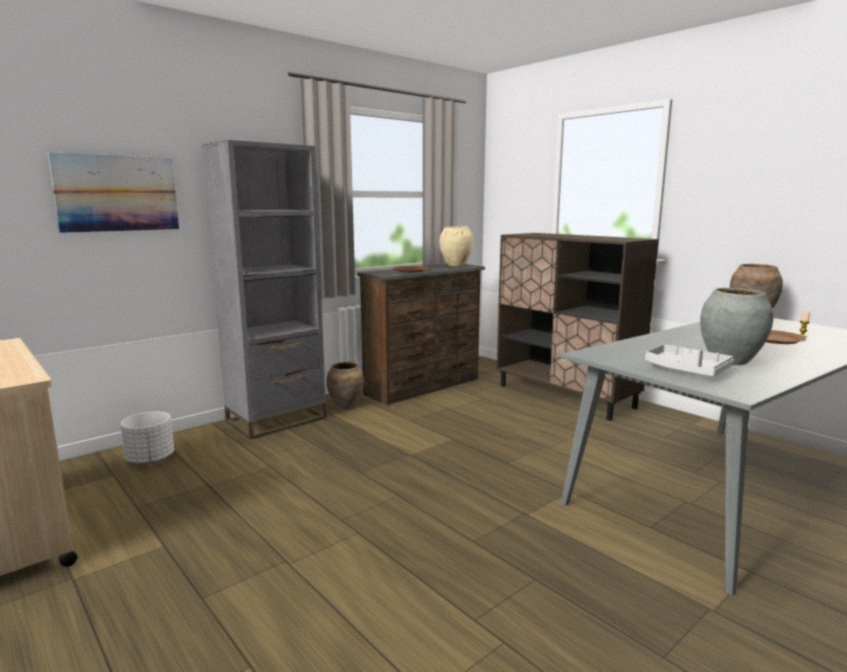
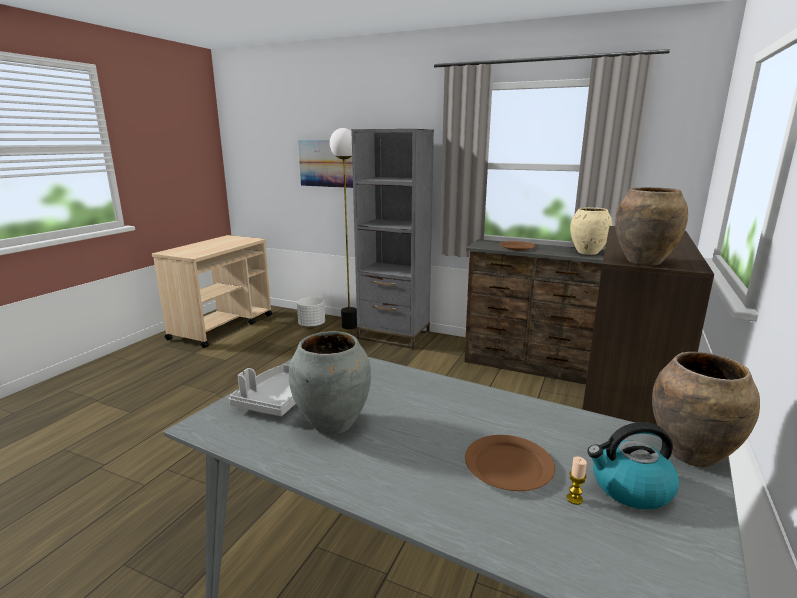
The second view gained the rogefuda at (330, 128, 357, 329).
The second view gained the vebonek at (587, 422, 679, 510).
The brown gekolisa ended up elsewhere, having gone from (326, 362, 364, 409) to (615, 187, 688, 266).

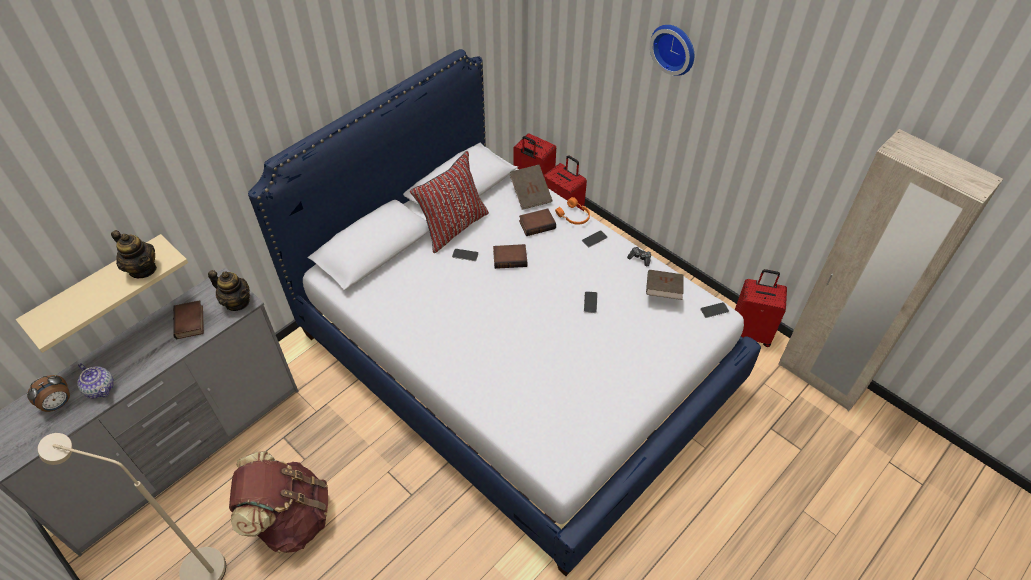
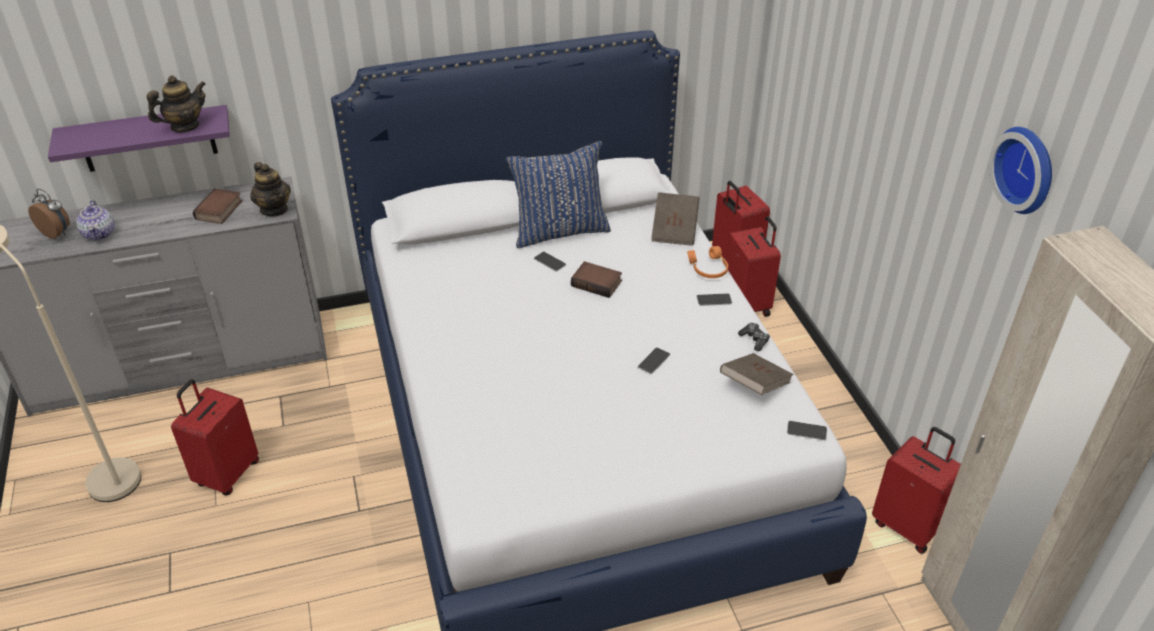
The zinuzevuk at (27, 375, 70, 412) ended up facing another way, 135 degrees counterclockwise from before.
What was the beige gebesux at (16, 234, 188, 353) turned into the purple gebesux at (48, 105, 230, 172).
The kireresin at (111, 230, 157, 278) ended up facing another way, 105 degrees counterclockwise from before.
Where the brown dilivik stood at (229, 451, 328, 553), the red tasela came to stand at (171, 379, 259, 495).
What was the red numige at (410, 151, 489, 253) turned into the blue numige at (506, 141, 611, 248).
The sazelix ended up elsewhere, having gone from (650, 25, 694, 76) to (989, 127, 1052, 214).
The second view lost the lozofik at (519, 209, 556, 236).

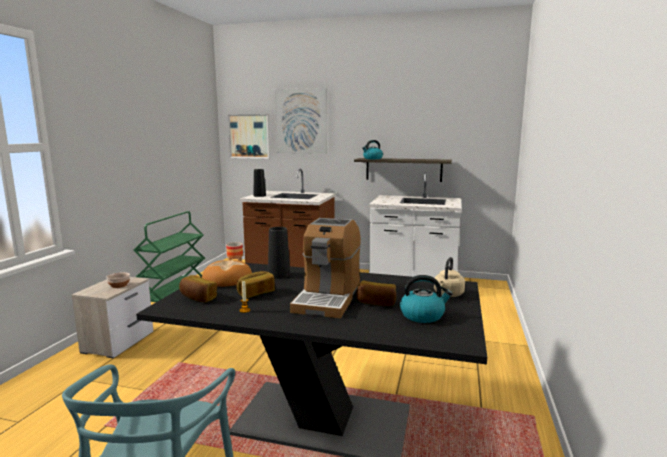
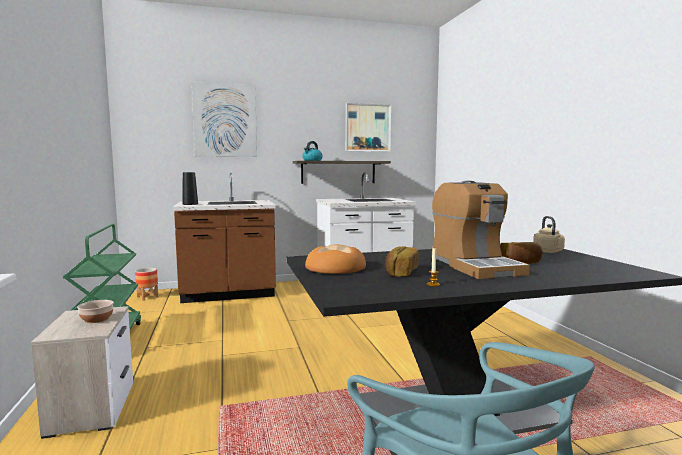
The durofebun ended up elsewhere, having gone from (228, 114, 270, 159) to (346, 103, 391, 152).
The second view lost the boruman at (179, 275, 217, 302).
The second view lost the black gekolisa at (268, 227, 291, 279).
The second view lost the vebonek at (400, 275, 453, 323).

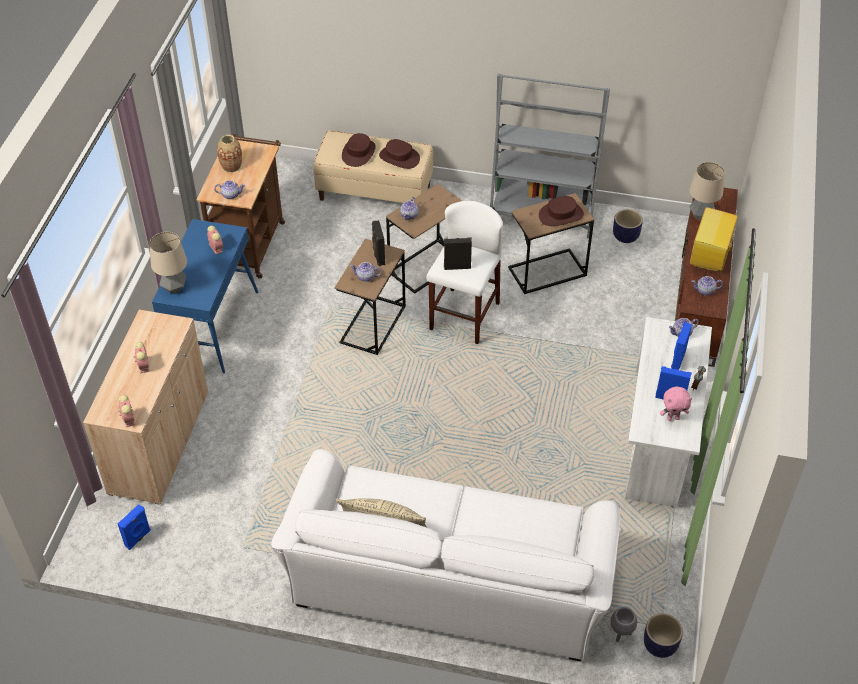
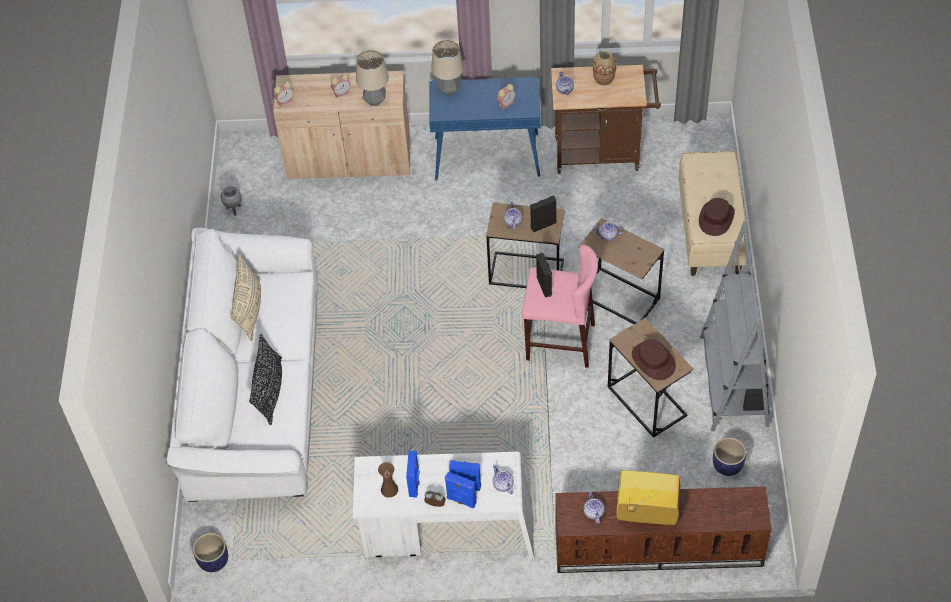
The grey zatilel ended up elsewhere, having gone from (611, 607, 637, 642) to (221, 186, 242, 216).
The second view gained the black numige at (249, 334, 282, 426).
The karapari ended up elsewhere, having gone from (689, 162, 725, 221) to (356, 50, 389, 106).
Where the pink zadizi stood at (660, 386, 692, 421), the brown gekolisa came to stand at (378, 462, 398, 498).
The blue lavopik ended up elsewhere, having gone from (118, 504, 151, 550) to (445, 472, 477, 508).
What was the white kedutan at (426, 201, 503, 344) turned into the pink kedutan at (522, 245, 598, 368).
The second view lost the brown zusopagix at (342, 133, 376, 167).

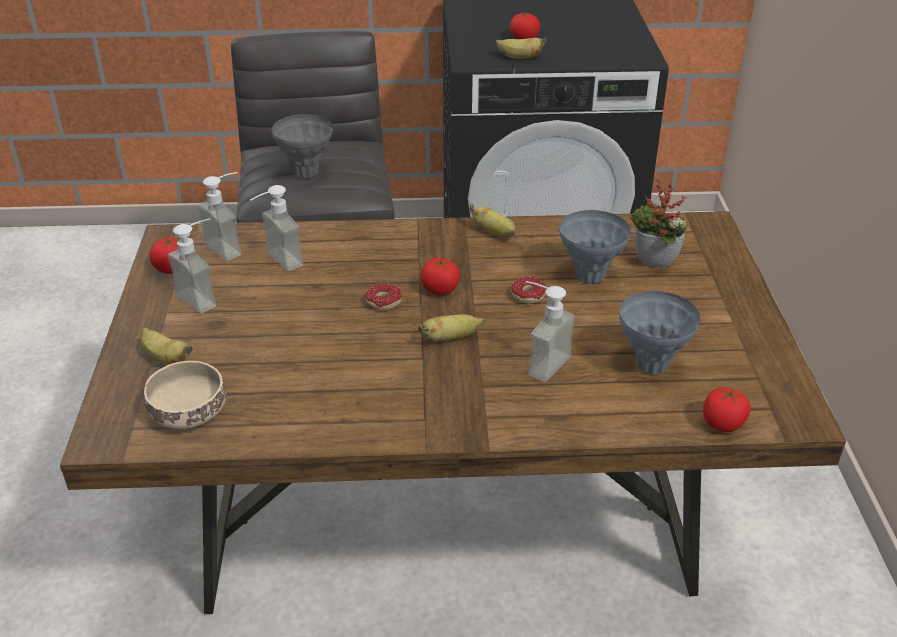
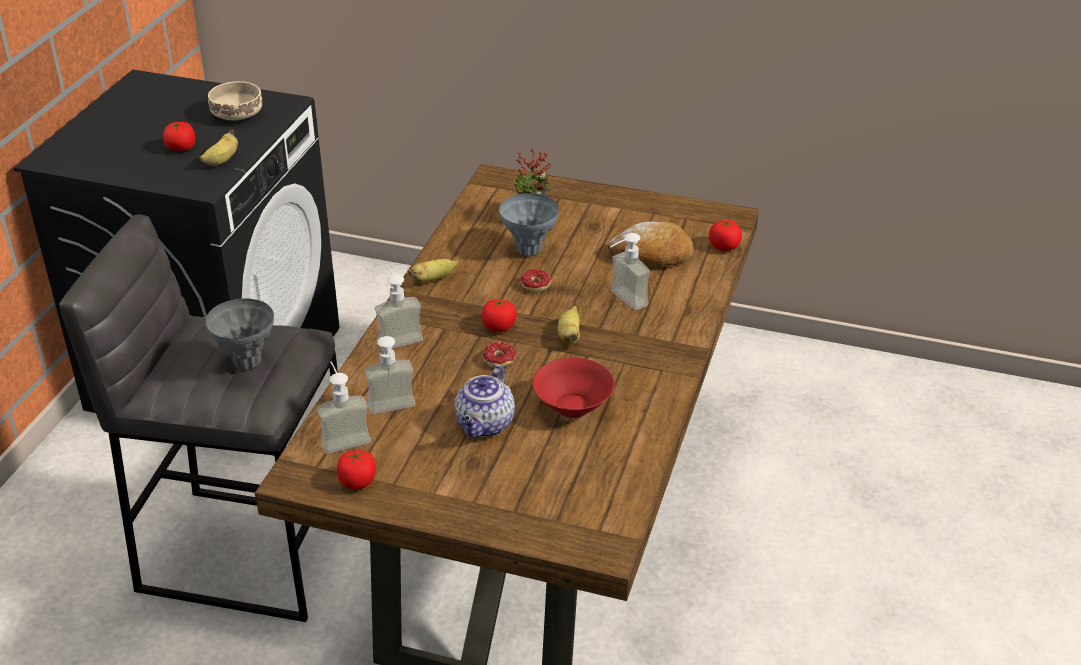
The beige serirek ended up elsewhere, having gone from (144, 361, 226, 429) to (208, 81, 263, 120).
The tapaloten ended up elsewhere, having gone from (168, 218, 216, 313) to (375, 265, 423, 349).
The second view gained the kireresin at (455, 365, 515, 438).
The second view gained the red serirek at (532, 358, 615, 418).
Where the grey gekolisa stood at (619, 291, 700, 375), the boruman came to stand at (607, 222, 694, 267).
The second view lost the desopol at (141, 327, 193, 365).

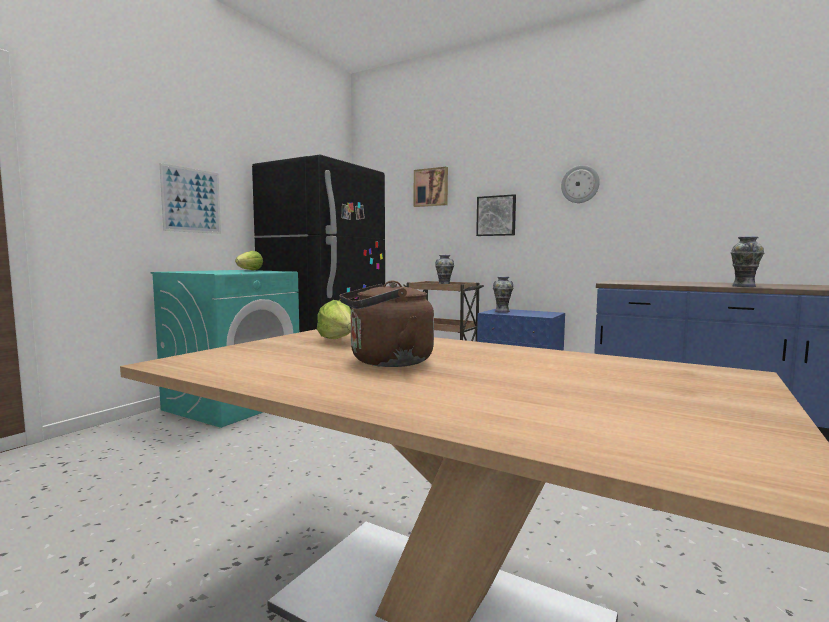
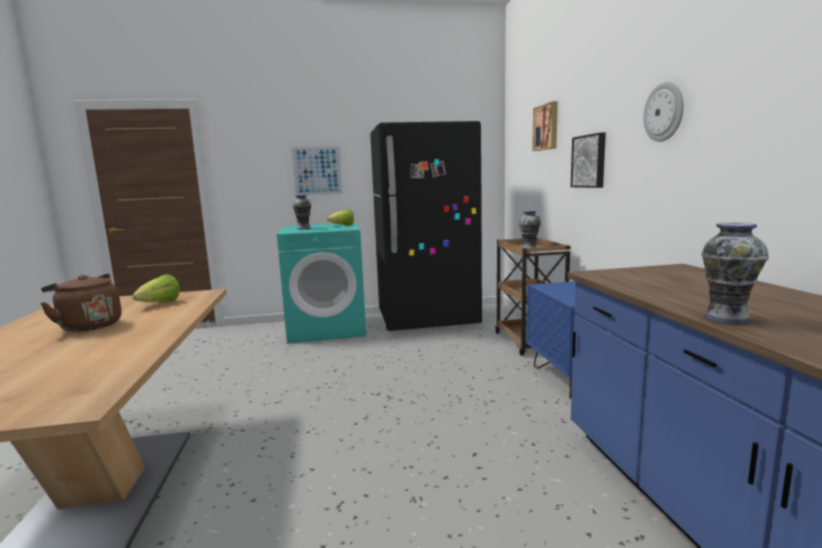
The gekolisa ended up elsewhere, having gone from (493, 276, 514, 313) to (292, 194, 311, 230).

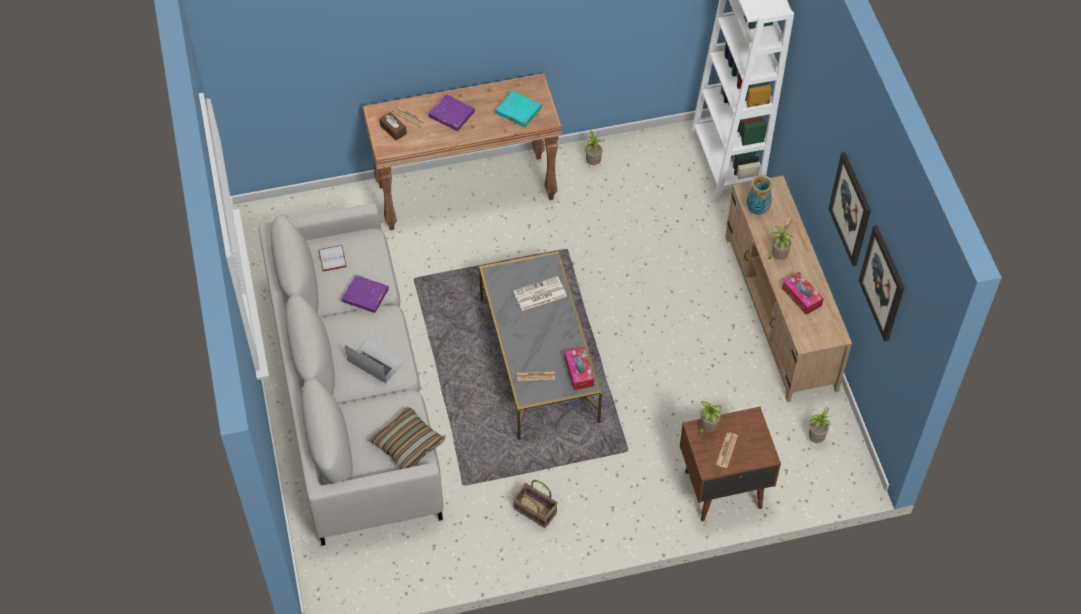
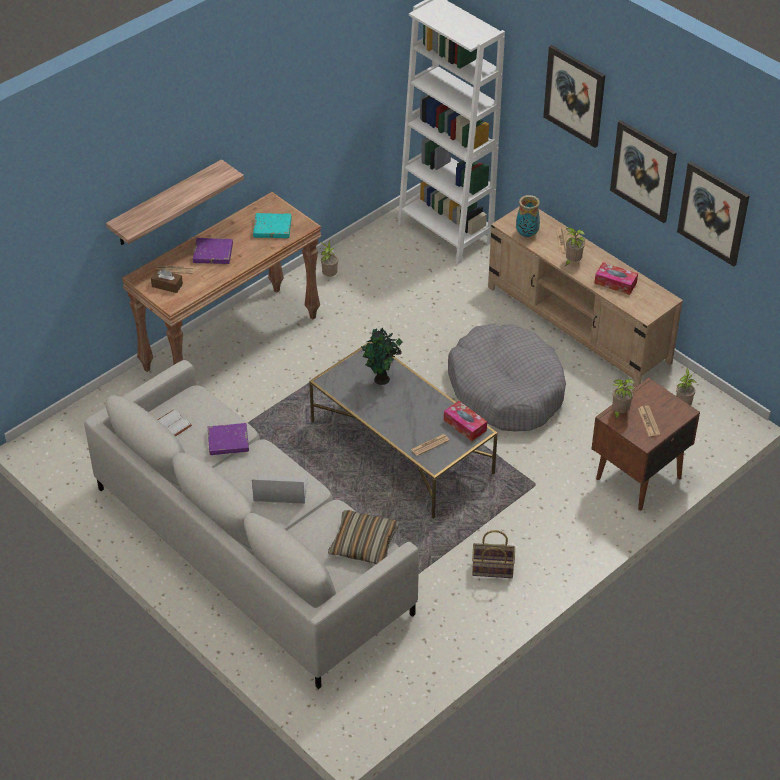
The second view gained the gebesux at (106, 159, 244, 245).
Where the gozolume stood at (513, 276, 567, 311), the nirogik came to stand at (361, 327, 403, 385).
The second view gained the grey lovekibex at (448, 324, 566, 432).
The second view gained the durofebun at (543, 45, 605, 148).

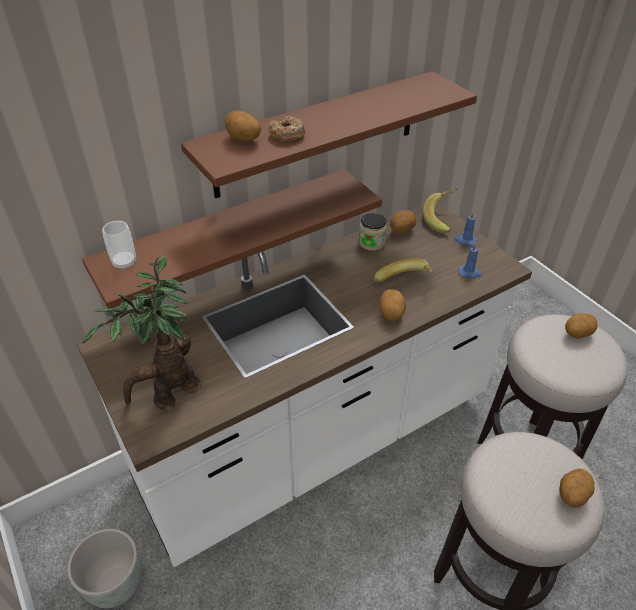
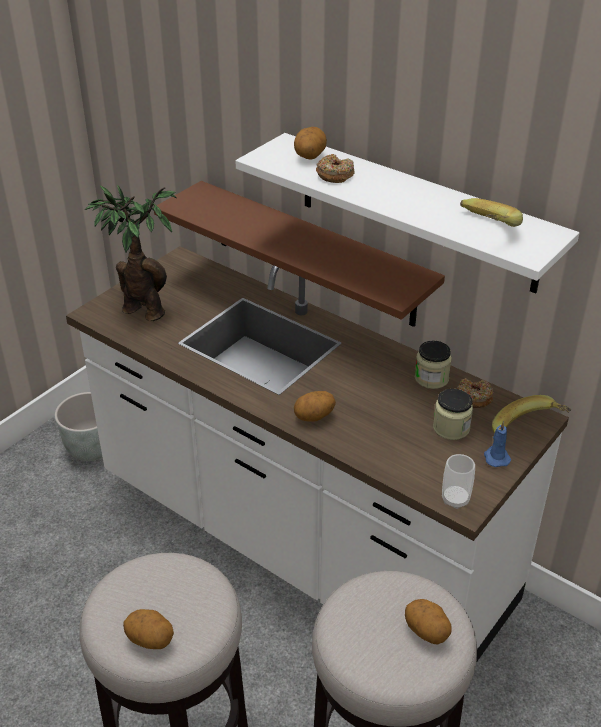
What was the brown gebesux at (181, 71, 477, 199) turned into the white gebesux at (235, 133, 579, 294).
The second view gained the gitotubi at (433, 389, 473, 440).
The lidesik ended up elsewhere, having gone from (102, 221, 136, 270) to (442, 454, 475, 509).
Where the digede stood at (390, 210, 416, 234), the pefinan came to stand at (457, 378, 493, 408).
The desopol ended up elsewhere, having gone from (374, 258, 435, 283) to (460, 198, 523, 227).
The second view lost the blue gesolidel at (458, 243, 482, 278).

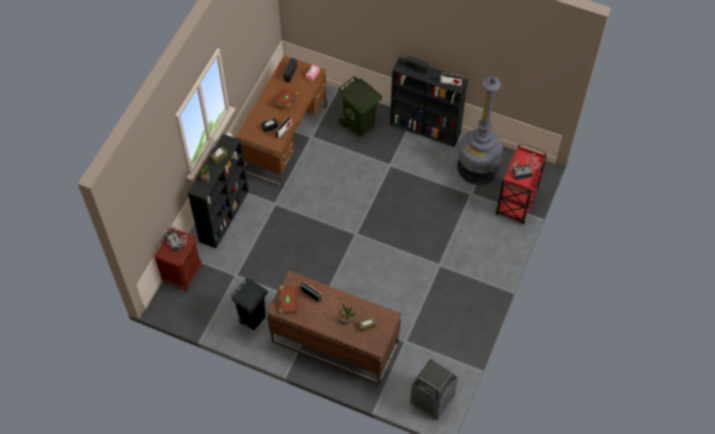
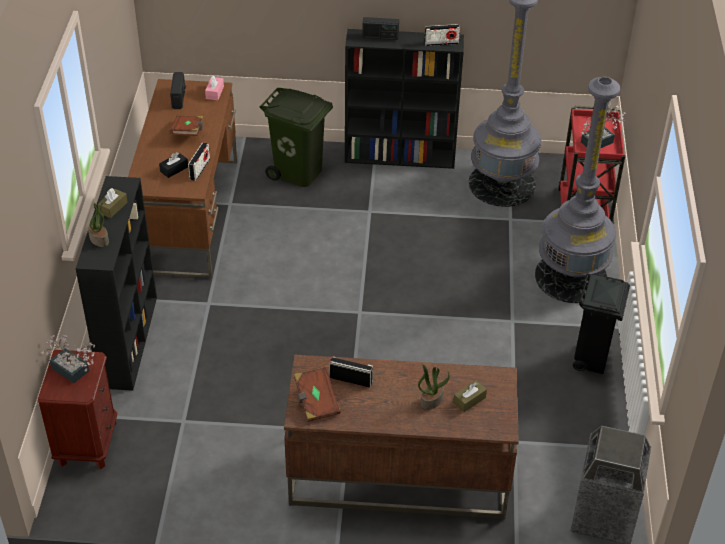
The second view gained the grey rogefuda at (535, 77, 620, 303).
The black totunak ended up elsewhere, having gone from (231, 278, 268, 330) to (573, 273, 630, 374).

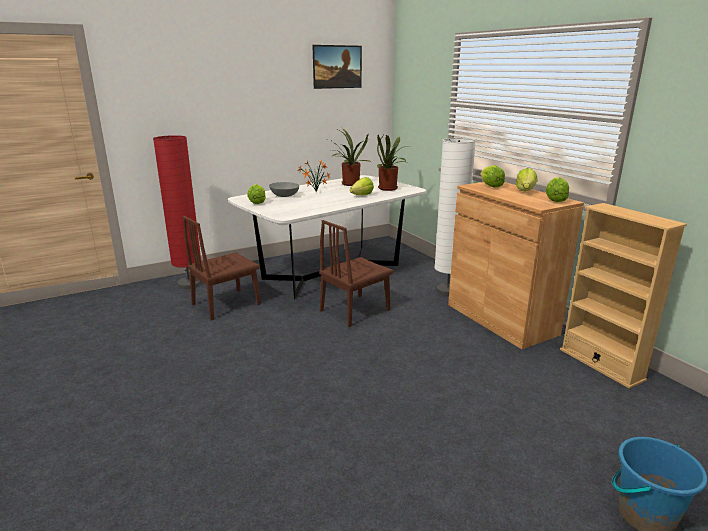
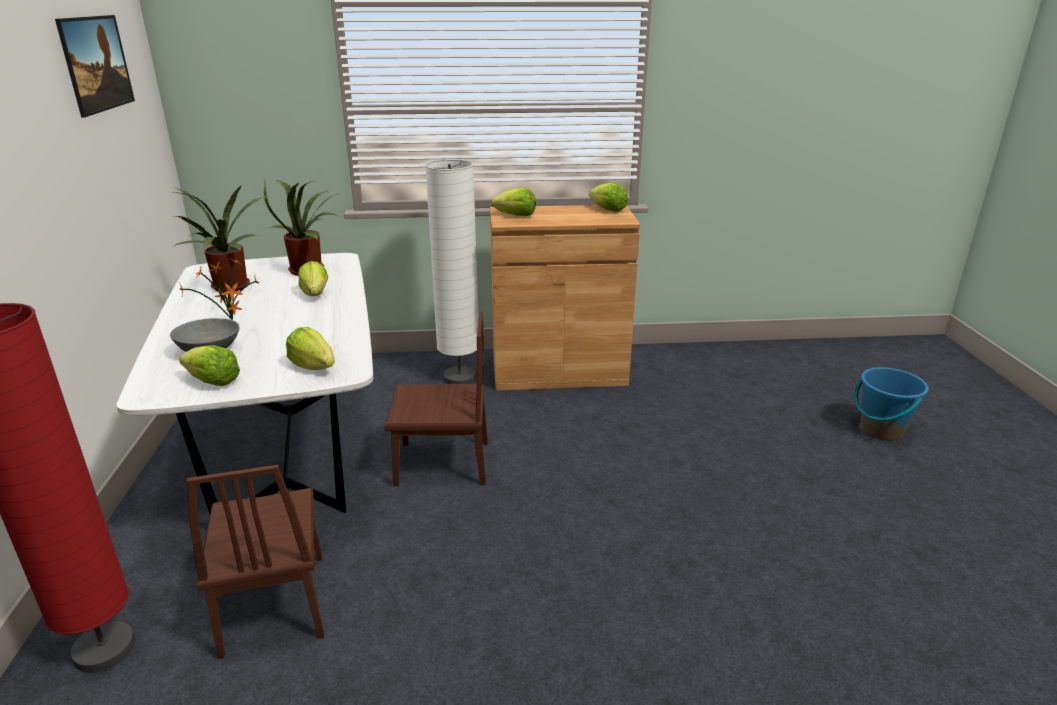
The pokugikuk ended up elsewhere, having gone from (516, 168, 538, 191) to (286, 327, 335, 370).
The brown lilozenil at (319, 220, 393, 327) ended up facing another way, 75 degrees counterclockwise from before.
The second view lost the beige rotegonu at (560, 203, 687, 389).

